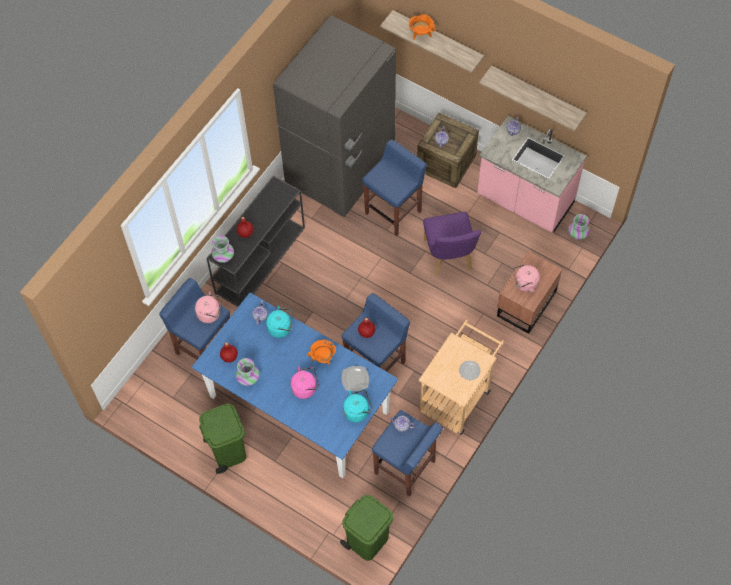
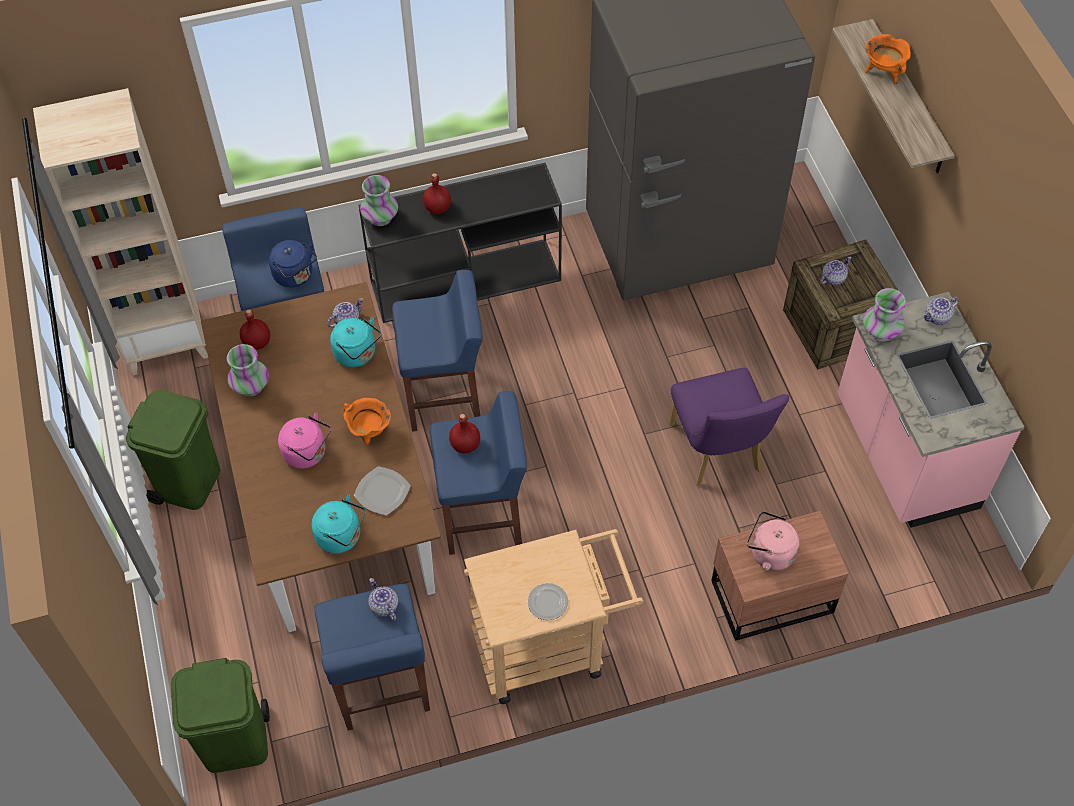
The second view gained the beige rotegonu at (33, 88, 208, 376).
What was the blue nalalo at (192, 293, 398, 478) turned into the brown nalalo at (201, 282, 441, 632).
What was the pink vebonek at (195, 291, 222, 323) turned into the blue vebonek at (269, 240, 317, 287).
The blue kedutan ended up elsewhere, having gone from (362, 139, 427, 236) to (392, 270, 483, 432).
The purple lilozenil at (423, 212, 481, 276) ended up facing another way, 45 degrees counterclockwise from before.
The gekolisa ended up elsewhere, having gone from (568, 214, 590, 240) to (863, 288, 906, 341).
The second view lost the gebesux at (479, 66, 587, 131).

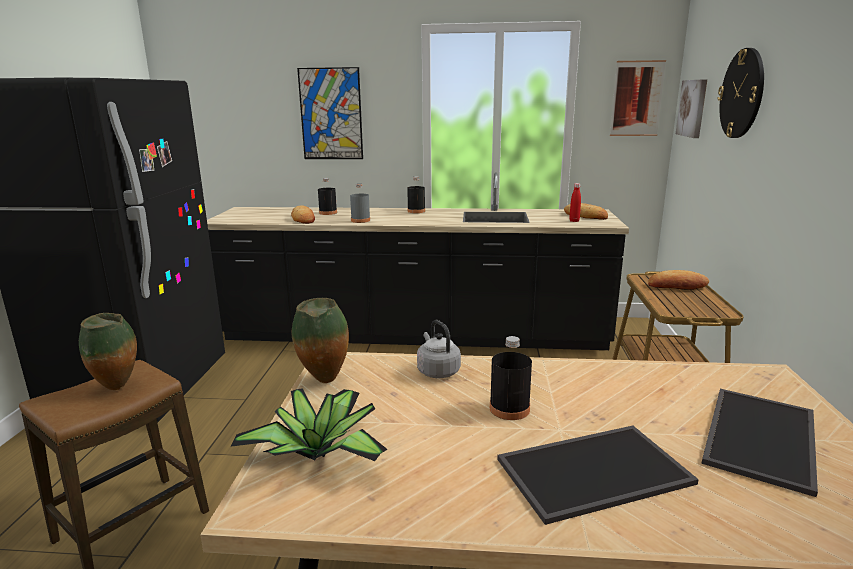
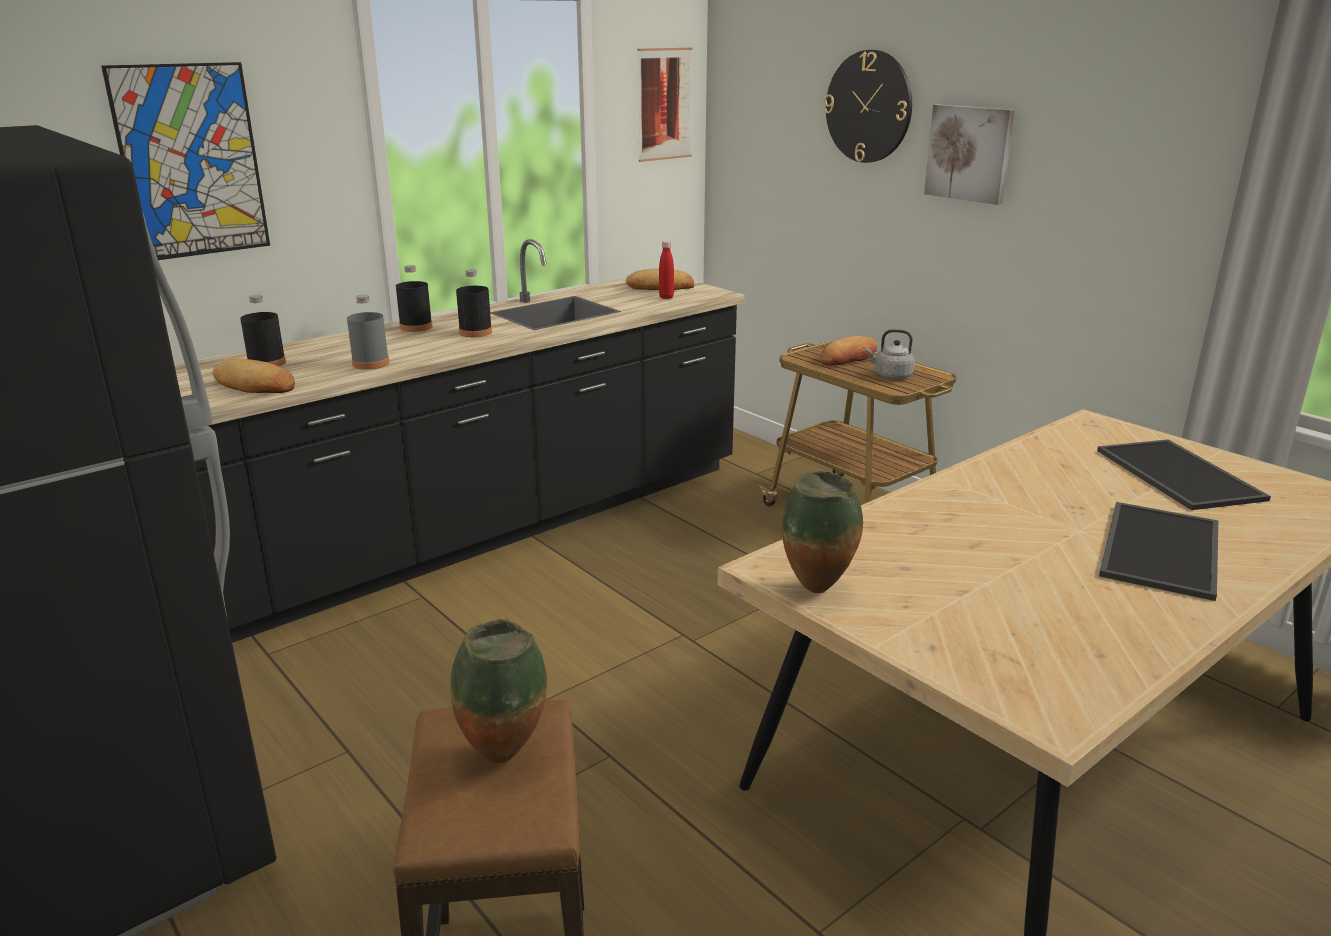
The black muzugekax ended up elsewhere, having gone from (490, 336, 532, 420) to (456, 269, 492, 337).
The grey vebonek ended up elsewhere, having gone from (417, 320, 461, 378) to (866, 329, 915, 379).
The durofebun ended up elsewhere, having gone from (676, 79, 707, 138) to (924, 104, 1015, 205).
The second view lost the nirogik at (230, 388, 388, 461).

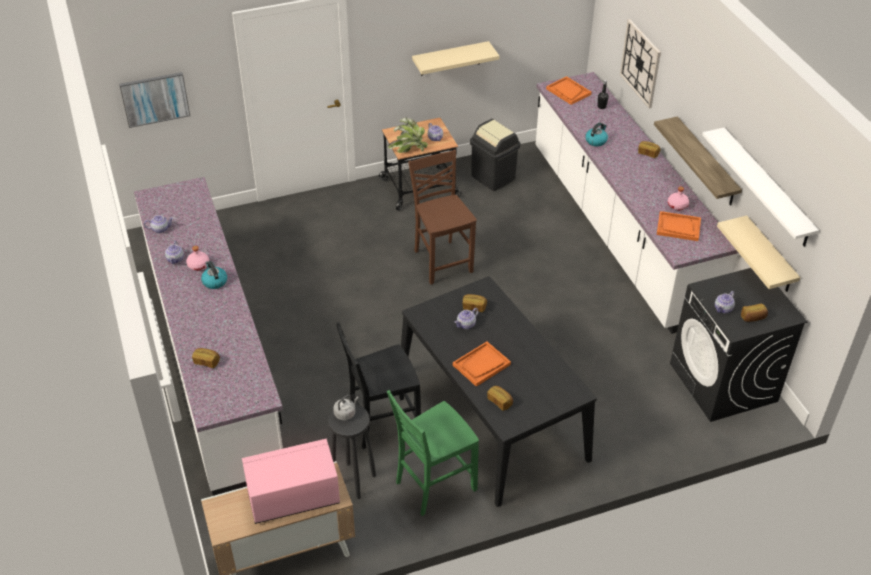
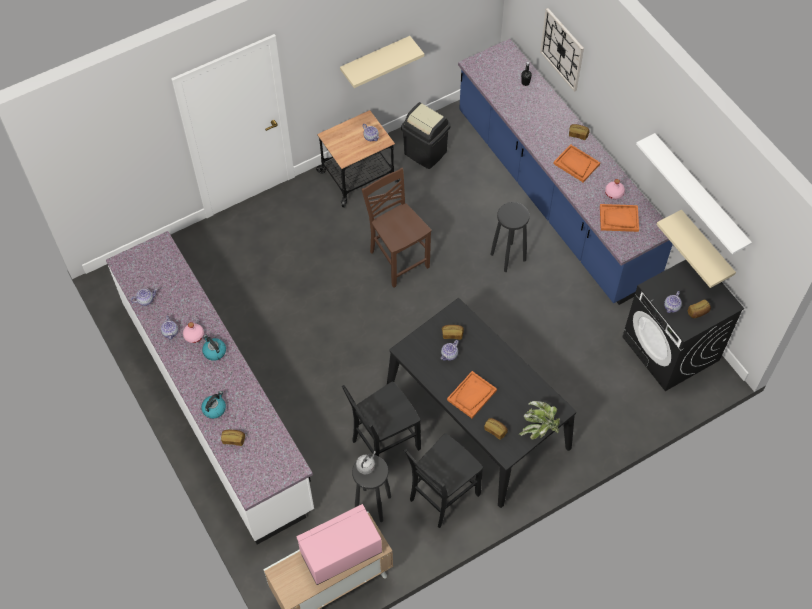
The vebonek ended up elsewhere, having gone from (585, 122, 608, 147) to (201, 391, 226, 419).
What was the green lilozenil at (387, 390, 479, 516) turned into the black lilozenil at (404, 433, 483, 528).
What was the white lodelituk at (536, 72, 739, 334) turned into the blue lodelituk at (458, 39, 673, 305).
The second view gained the black kedutan at (490, 202, 530, 272).
The nirogik ended up elsewhere, having gone from (388, 118, 428, 153) to (519, 401, 560, 439).
The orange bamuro ended up elsewhere, having gone from (546, 76, 592, 105) to (553, 144, 600, 182).
The second view lost the durofebun at (119, 72, 190, 128).
The second view lost the gebesux at (654, 116, 742, 206).

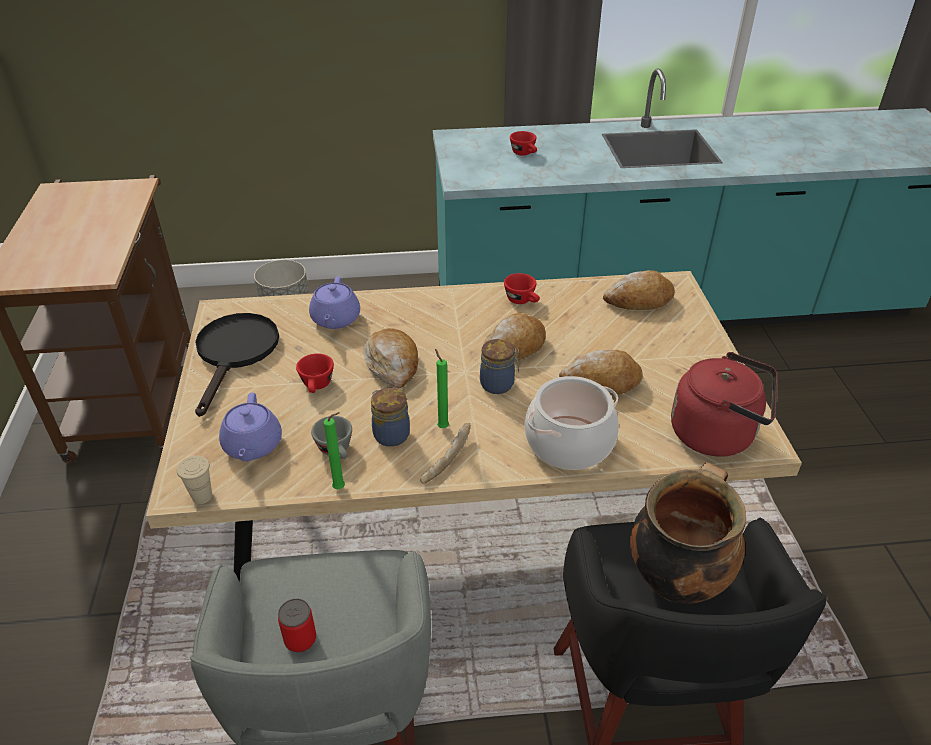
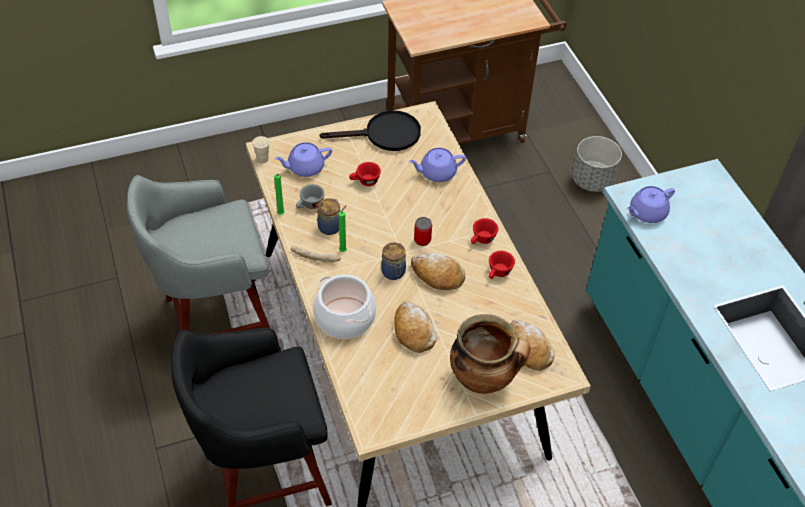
The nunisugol ended up elsewhere, having gone from (278, 599, 316, 652) to (414, 217, 432, 246).
The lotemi ended up elsewhere, having gone from (630, 462, 746, 603) to (450, 314, 530, 394).
The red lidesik ended up elsewhere, having gone from (510, 131, 537, 156) to (471, 218, 498, 244).
The second view gained the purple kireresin at (627, 186, 675, 223).
The second view lost the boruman at (363, 328, 418, 388).
The second view lost the red vebonek at (671, 352, 777, 457).

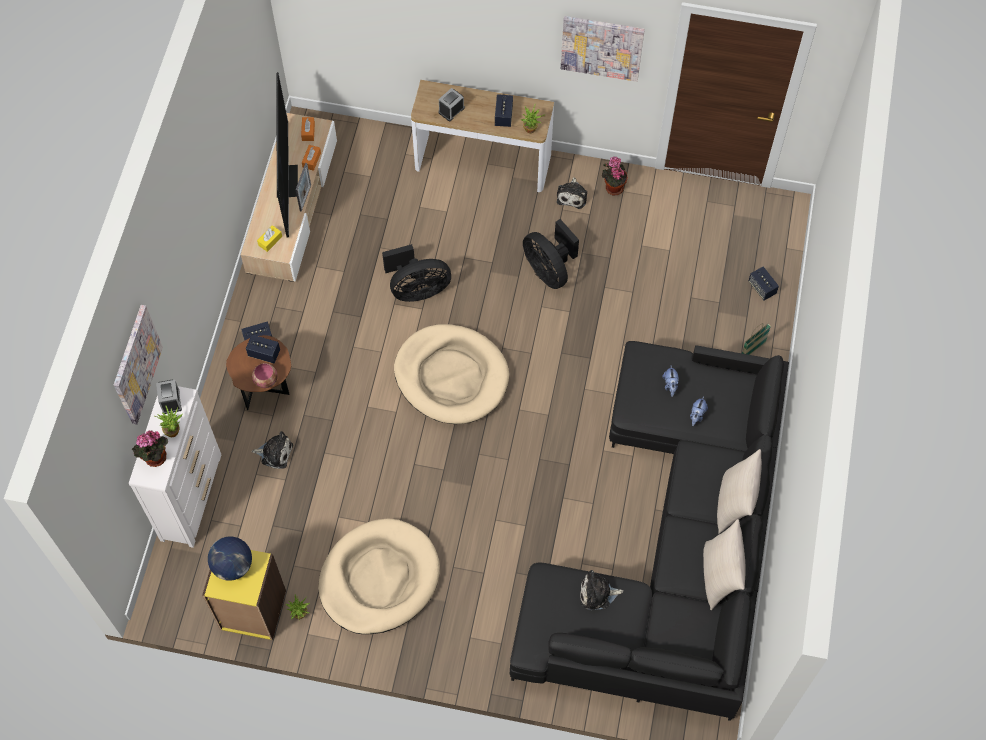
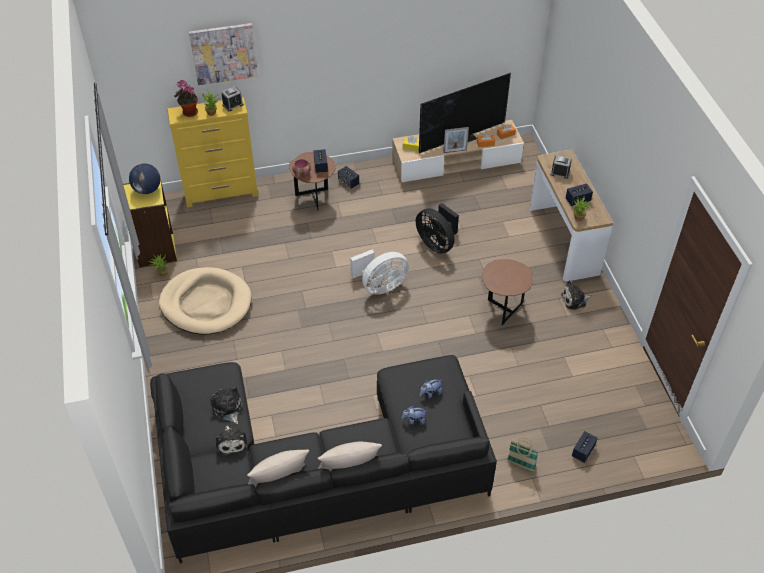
What was the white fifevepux at (129, 386, 221, 548) turned into the yellow fifevepux at (167, 97, 258, 208).
The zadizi ended up elsewhere, having gone from (251, 431, 293, 469) to (216, 425, 247, 456).
Where the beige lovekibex stood at (394, 324, 509, 424), the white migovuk came to stand at (350, 250, 409, 294).
Where the black migovuk stood at (523, 219, 579, 289), the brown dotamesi came to stand at (482, 259, 533, 325).
The second view lost the durofebun at (561, 16, 645, 82).
The second view lost the nirogik at (602, 156, 628, 195).

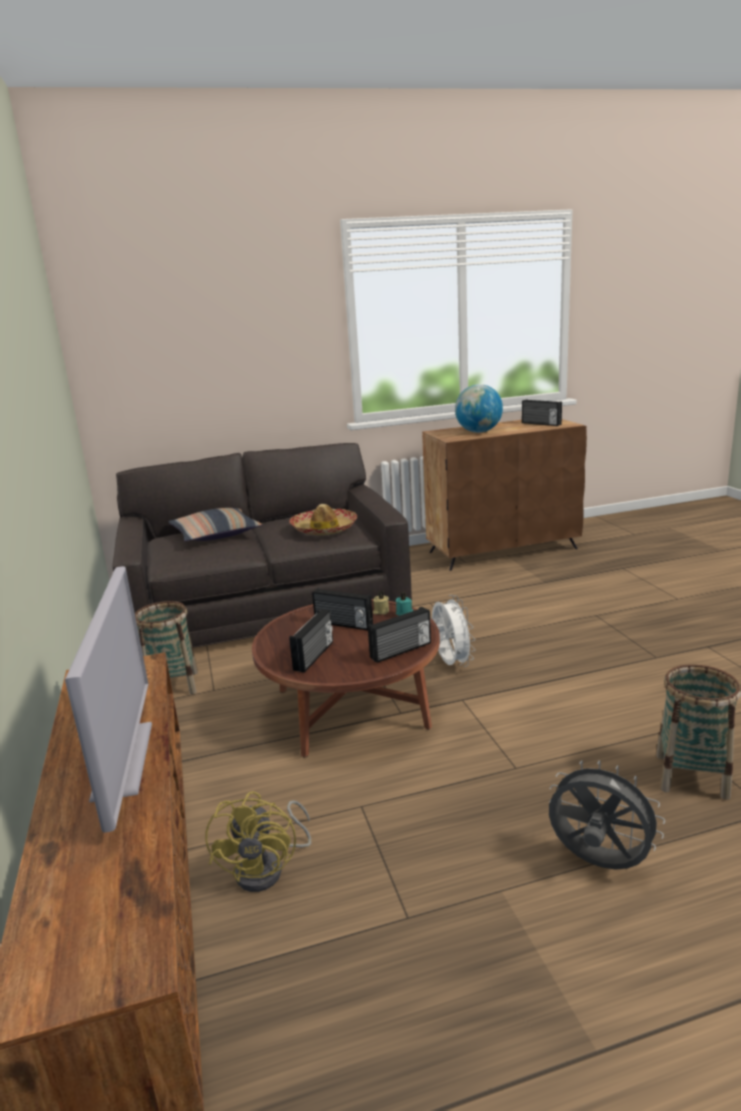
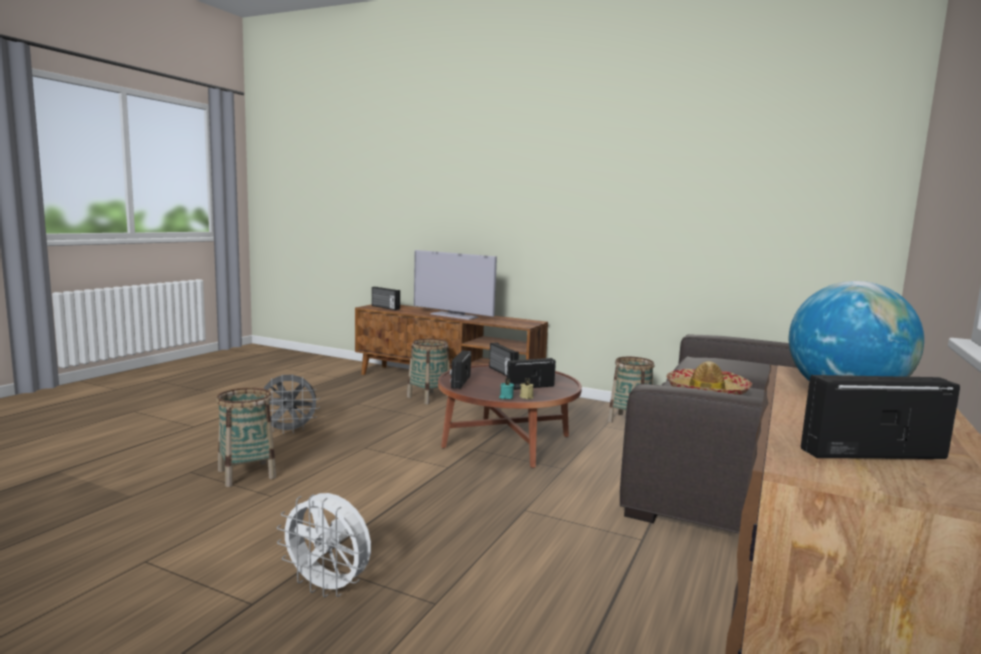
The white migovuk ended up elsewhere, having gone from (432, 595, 475, 667) to (277, 493, 371, 597).
The second view gained the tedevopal at (372, 287, 400, 310).
Where the yellow migovuk stood at (205, 791, 311, 892), the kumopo came to stand at (407, 339, 450, 405).
The second view lost the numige at (168, 508, 262, 541).

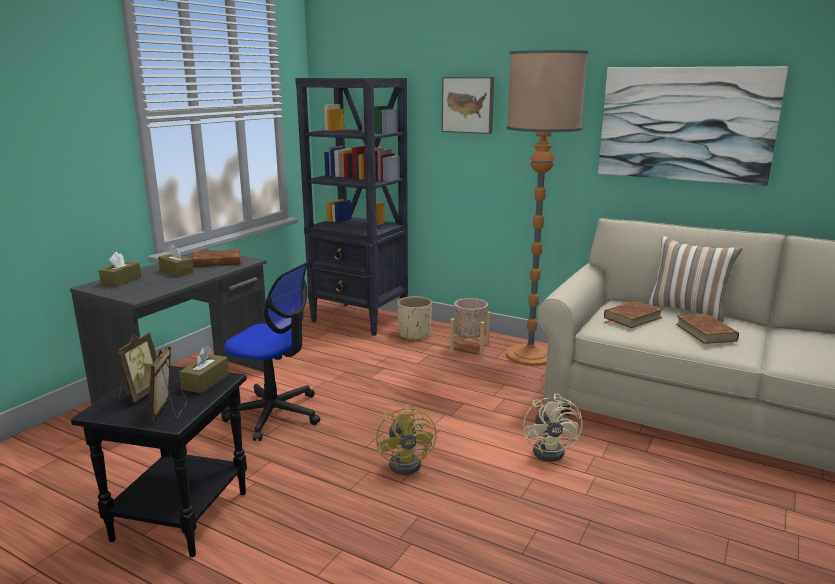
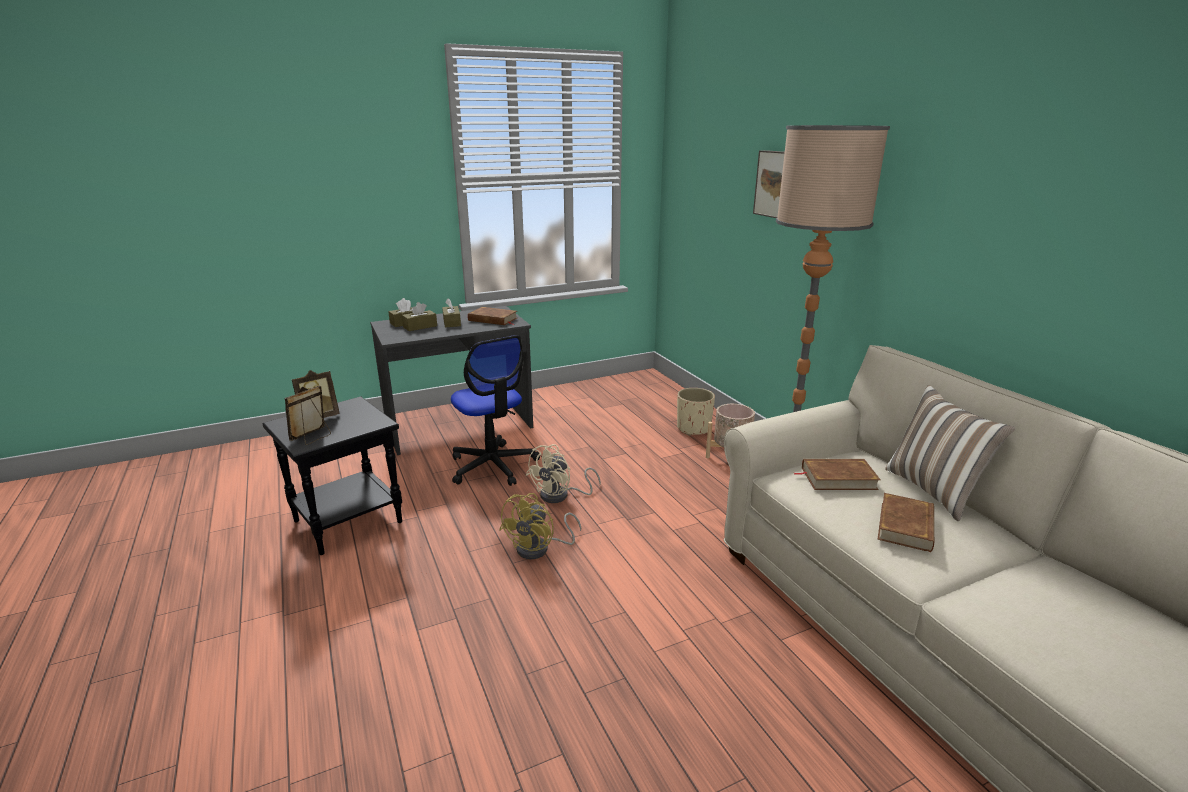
The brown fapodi ended up elsewhere, having gone from (179, 346, 229, 394) to (402, 302, 437, 331).
The beige migovuk ended up elsewhere, having gone from (523, 393, 582, 462) to (526, 444, 601, 503).
The second view lost the black rotegonu at (295, 78, 408, 336).
The second view lost the durofebun at (598, 66, 788, 186).

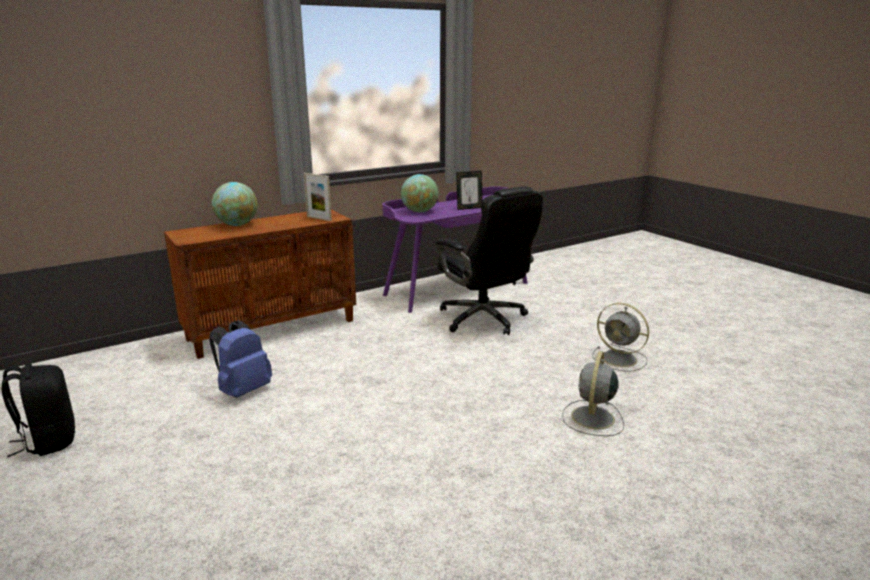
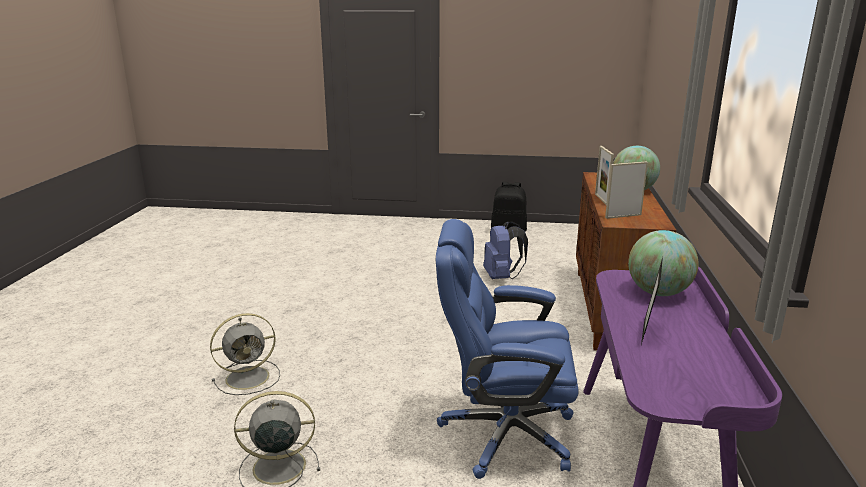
The grey migovuk at (562, 351, 624, 436) ended up facing another way, 90 degrees clockwise from before.
What was the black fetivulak at (435, 186, 543, 335) turned into the blue fetivulak at (436, 219, 579, 479).
The second view gained the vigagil at (595, 146, 614, 205).

